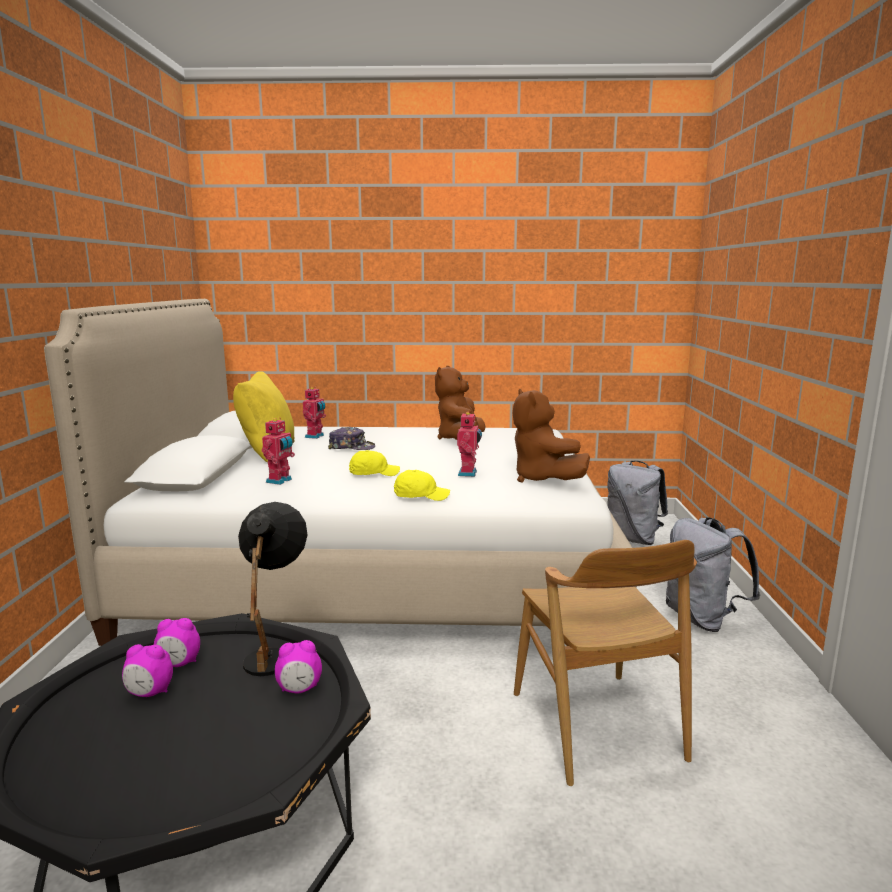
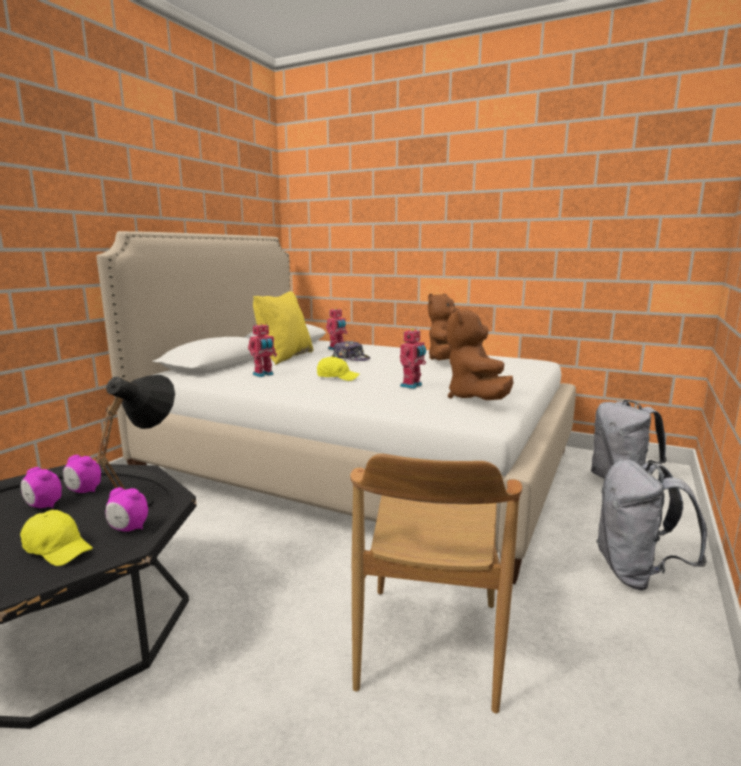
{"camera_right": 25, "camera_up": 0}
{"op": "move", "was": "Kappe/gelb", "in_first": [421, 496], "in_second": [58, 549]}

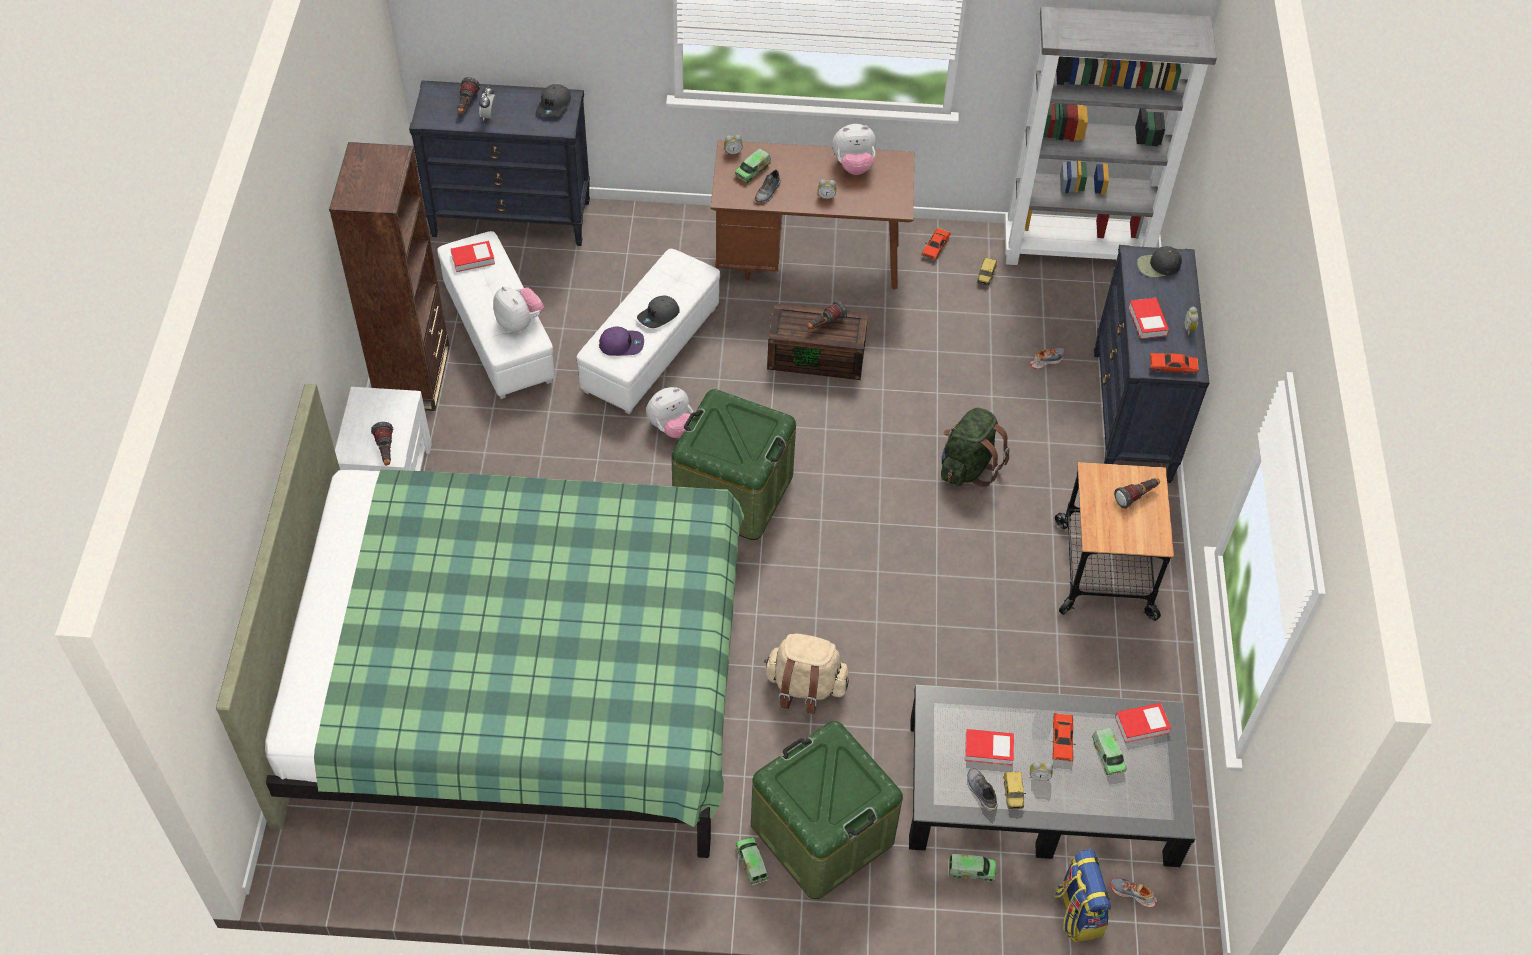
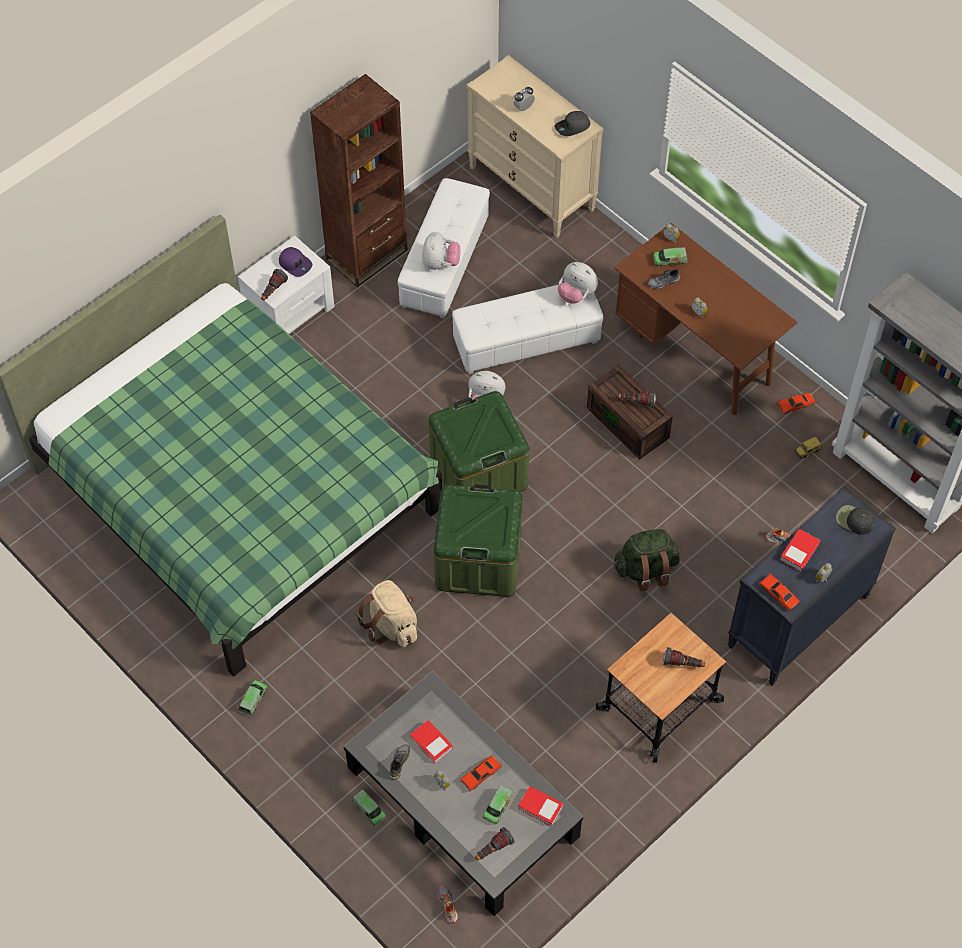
{"camera_right": 45, "camera_up": 5}
{"op": "move", "was": "Taschenlampe", "in_first": [466, 105], "in_second": [493, 849]}
{"op": "recolor", "was": "Kommode/schwarz", "now": "Kommode/beige", "in_first": [512, 218], "in_second": [532, 189]}
{"op": "move", "was": "Plüschtier", "in_first": [853, 166], "in_second": [576, 294]}
{"op": "delete", "was": "Buch", "in_first": [473, 259]}
{"op": "delete", "was": "Kappe/grau", "in_first": [659, 316]}
{"op": "move", "was": "Kappe/lila", "in_first": [621, 344], "in_second": [295, 264]}
{"op": "move", "was": "Aufbewahrungsbox/grün", "in_first": [822, 833], "in_second": [478, 560]}
{"op": "delete", "was": "Spielzeugauto", "in_first": [1013, 794]}
{"op": "delete", "was": "Rucksack", "in_first": [1078, 912]}

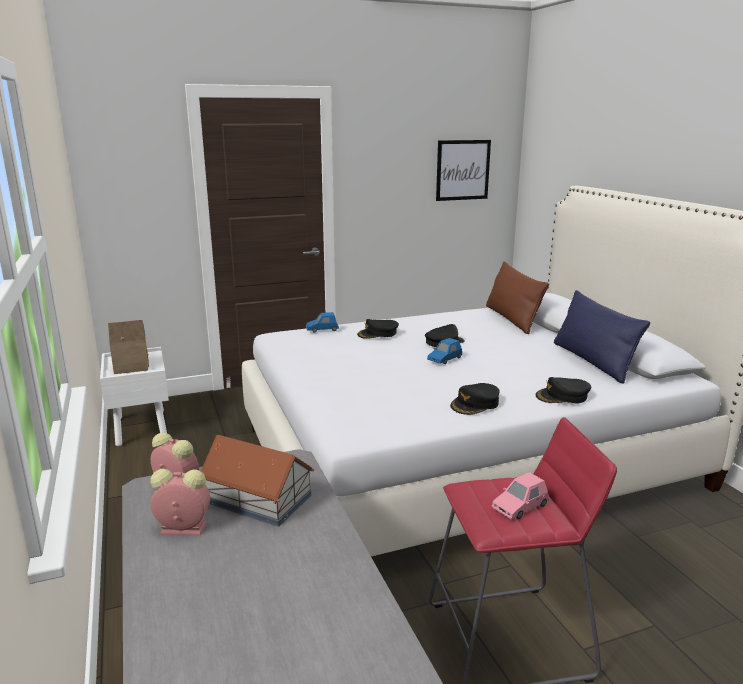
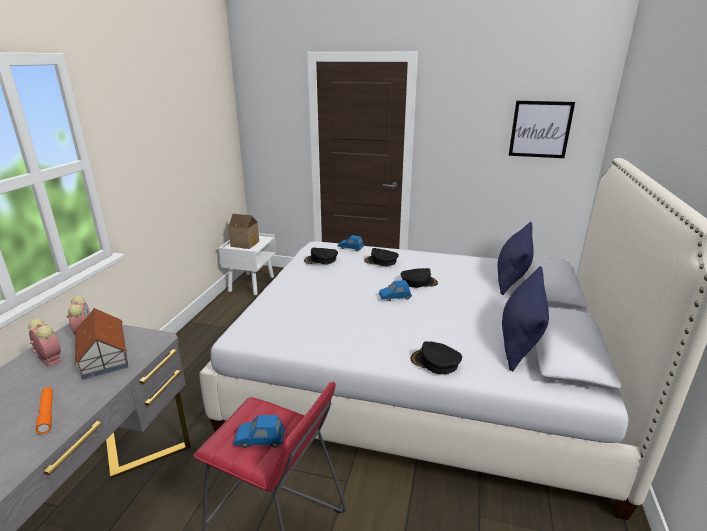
{"camera_right": 35, "camera_up": 5}
{"op": "recolor", "was": "Kissen/braun", "now": "Kissen/blau", "in_first": [511, 319], "in_second": [512, 276]}
{"op": "move", "was": "Kappe/schwarz", "in_first": [475, 404], "in_second": [321, 260]}
{"op": "recolor", "was": "Spielzeugauto/rosa", "now": "Spielzeugauto/blau", "in_first": [520, 507], "in_second": [259, 439]}
{"op": "insert", "now": "Taschenlampe/orange", "in_second": [47, 413]}

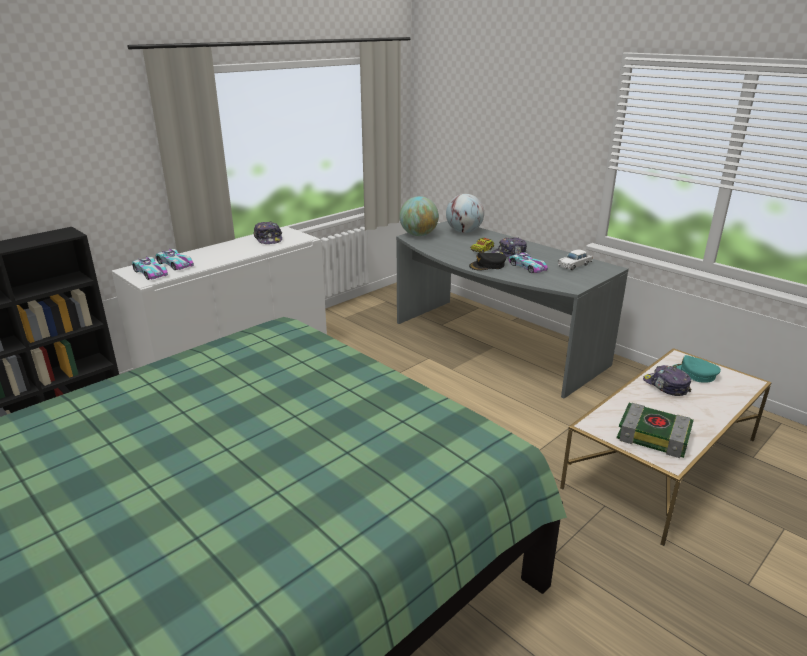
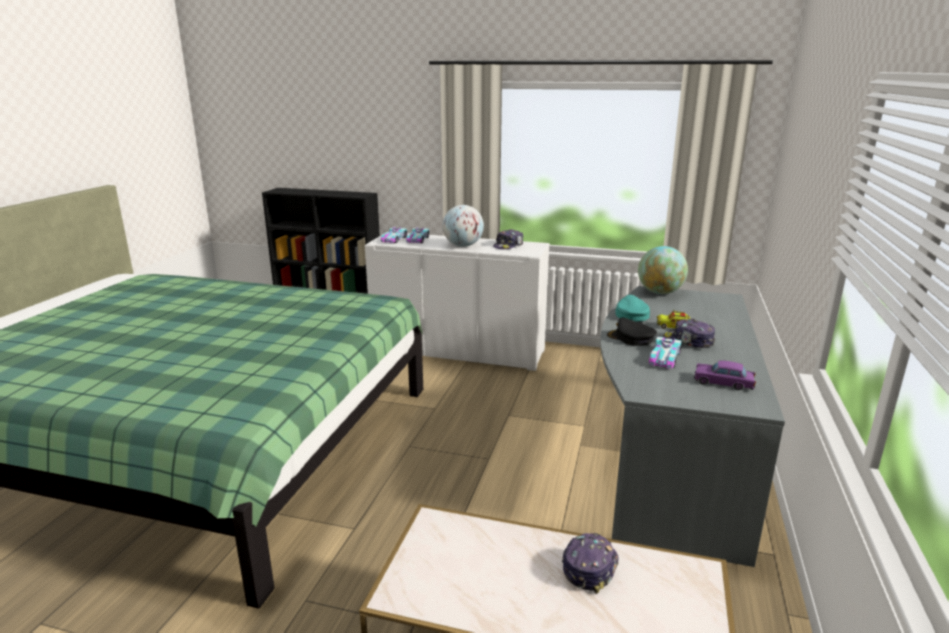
{"camera_right": 60, "camera_up": -5}
{"op": "move", "was": "Globus", "in_first": [464, 232], "in_second": [463, 246]}
{"op": "recolor", "was": "Spielzeugauto/weiß", "now": "Spielzeugauto/lila", "in_first": [574, 265], "in_second": [723, 383]}
{"op": "move", "was": "Kappe/türkis", "in_first": [693, 374], "in_second": [631, 314]}
{"op": "delete", "was": "Buch", "in_first": [655, 435]}

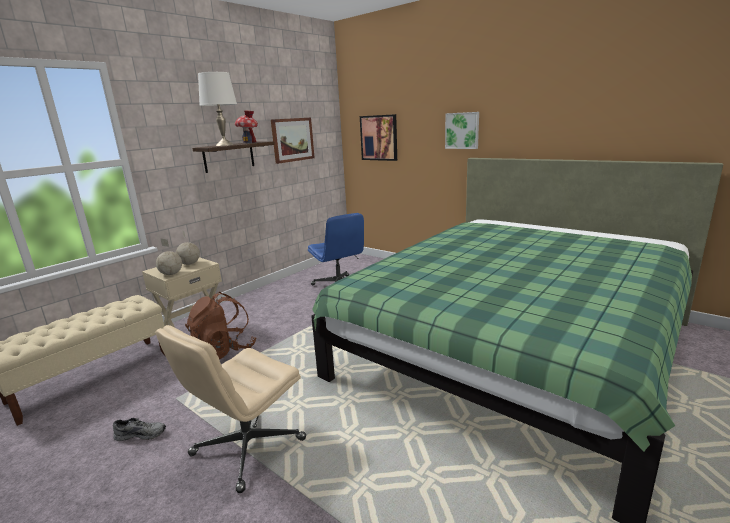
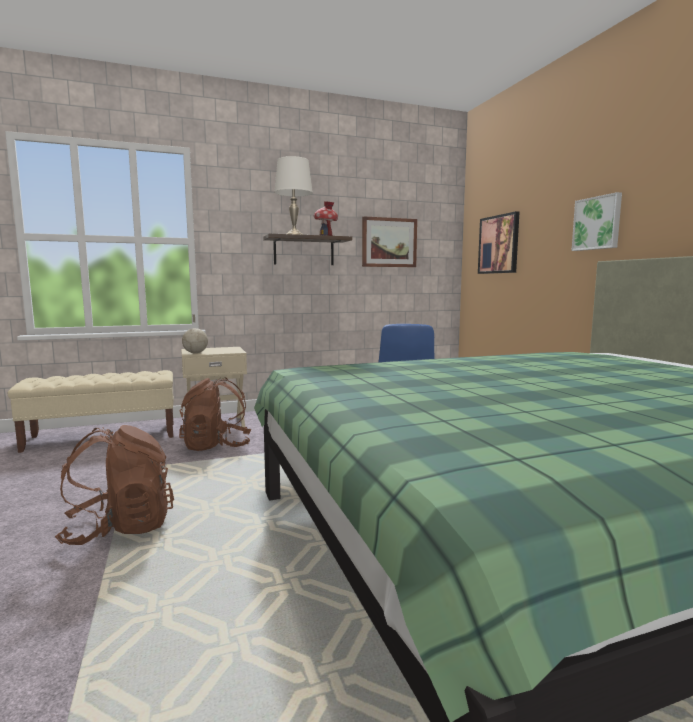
{"camera_right": 30, "camera_up": -10}
{"op": "delete", "was": "Globus", "in_first": [190, 264]}
{"op": "replace", "was": "Bürostuhl/beige", "now": "Rucksack/braun", "in_first": [247, 448], "in_second": [120, 529]}
{"op": "delete", "was": "Schuh/grau", "in_first": [141, 433]}

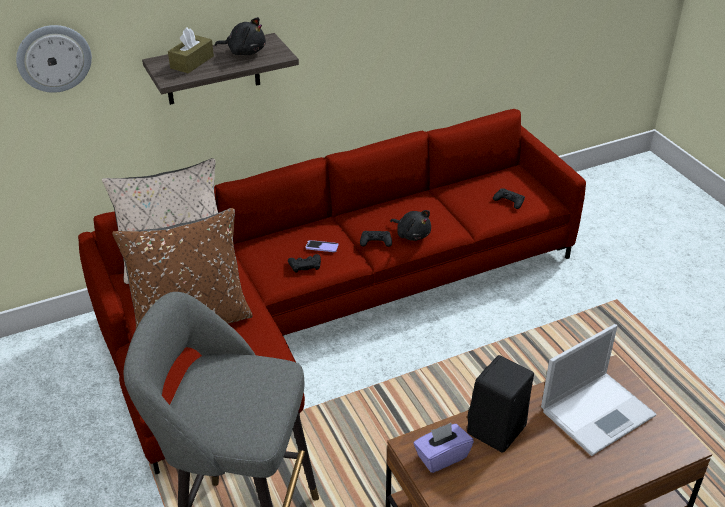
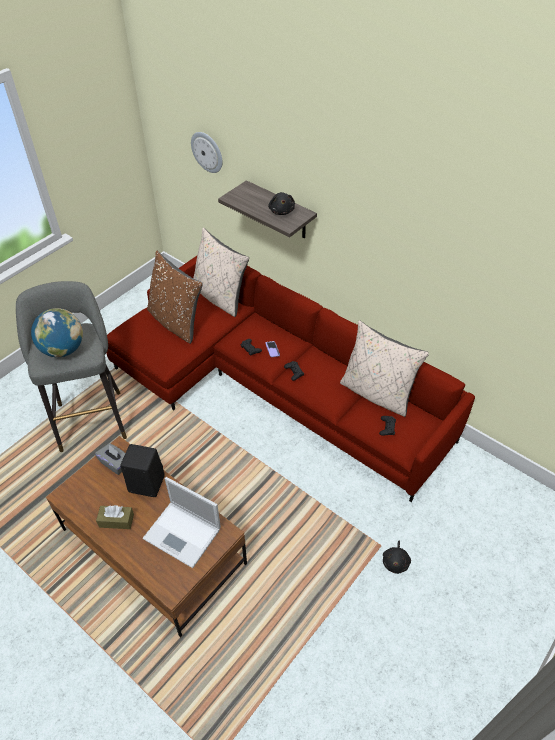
{"camera_right": 65, "camera_up": 10}
{"op": "move", "was": "Taschentuchbox/braun", "in_first": [192, 62], "in_second": [116, 520]}
{"op": "move", "was": "Plüschtier/schwarz", "in_first": [412, 234], "in_second": [395, 562]}
{"op": "recolor", "was": "Taschentuchbox/lila", "now": "Taschentuchbox/grau", "in_first": [441, 456], "in_second": [115, 464]}
{"op": "insert", "now": "Globus", "in_second": [63, 349]}
{"op": "insert", "now": "Kissen/beige", "in_second": [377, 393]}

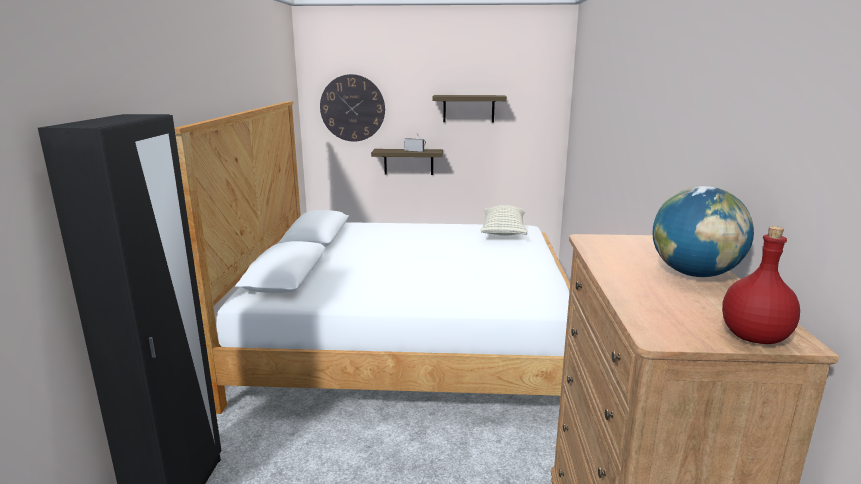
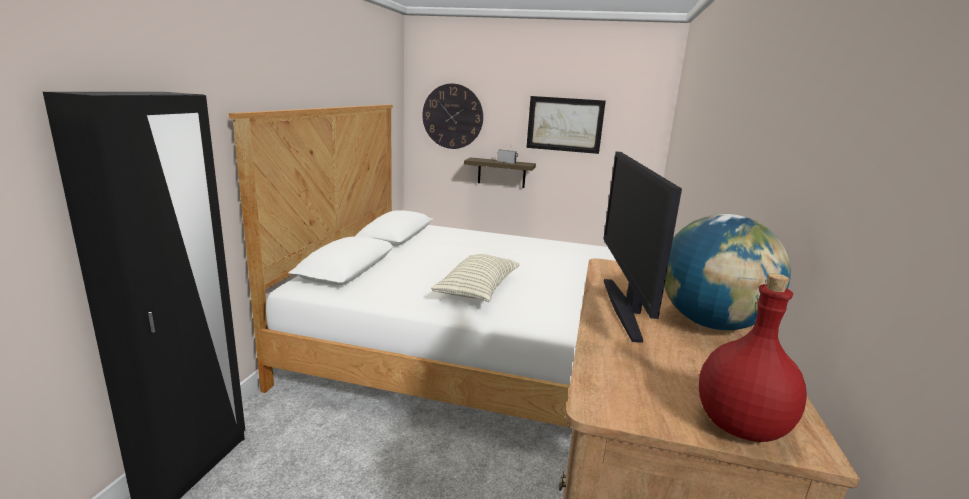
{"camera_right": 10, "camera_up": 0}
{"op": "replace", "was": "Wandregal", "now": "Bild", "in_first": [468, 108], "in_second": [565, 124]}
{"op": "move", "was": "Kissen", "in_first": [503, 232], "in_second": [477, 290]}
{"op": "insert", "now": "Monitor", "in_second": [625, 308]}

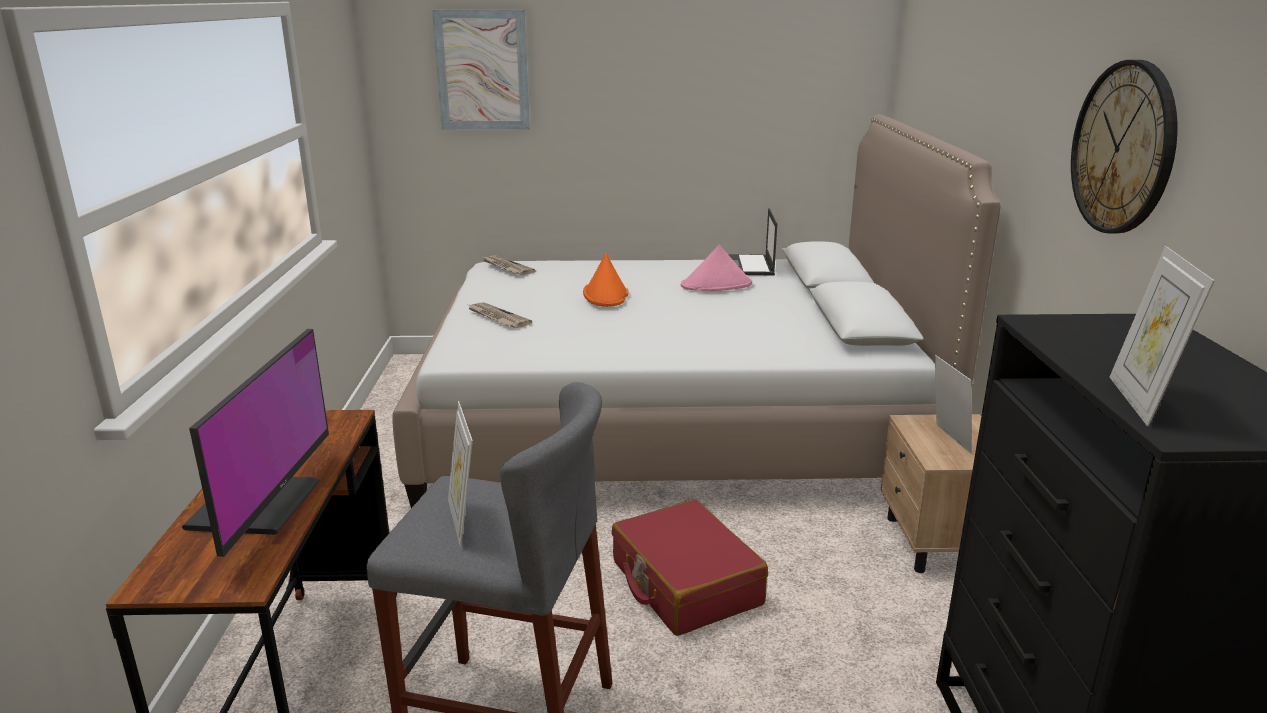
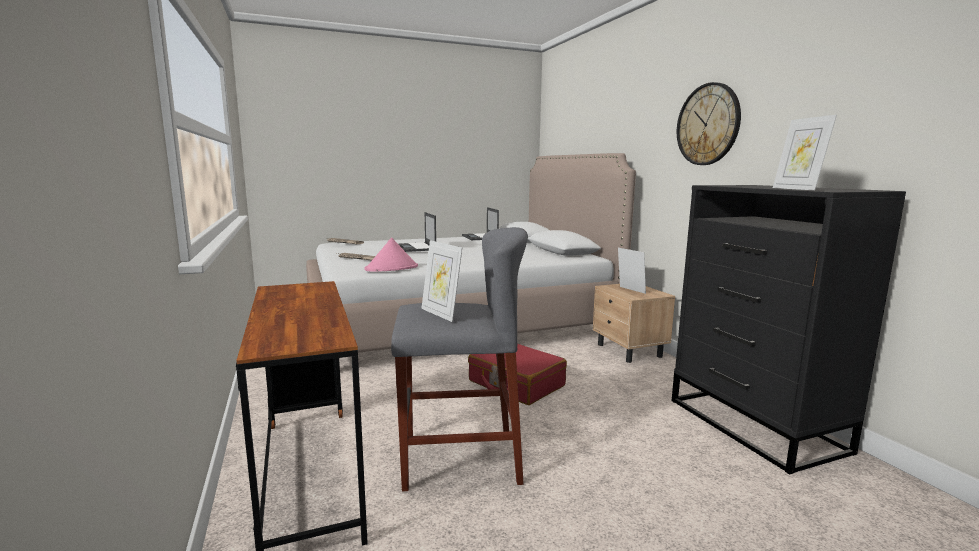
{"camera_right": -20, "camera_up": -10}
{"op": "delete", "was": "Bild", "in_first": [482, 70]}
{"op": "move", "was": "Hut/rosa", "in_first": [716, 285], "in_second": [392, 268]}
{"op": "replace", "was": "Hut/orange", "now": "Laptop", "in_first": [606, 294], "in_second": [415, 248]}
{"op": "delete", "was": "Monitor", "in_first": [258, 505]}

